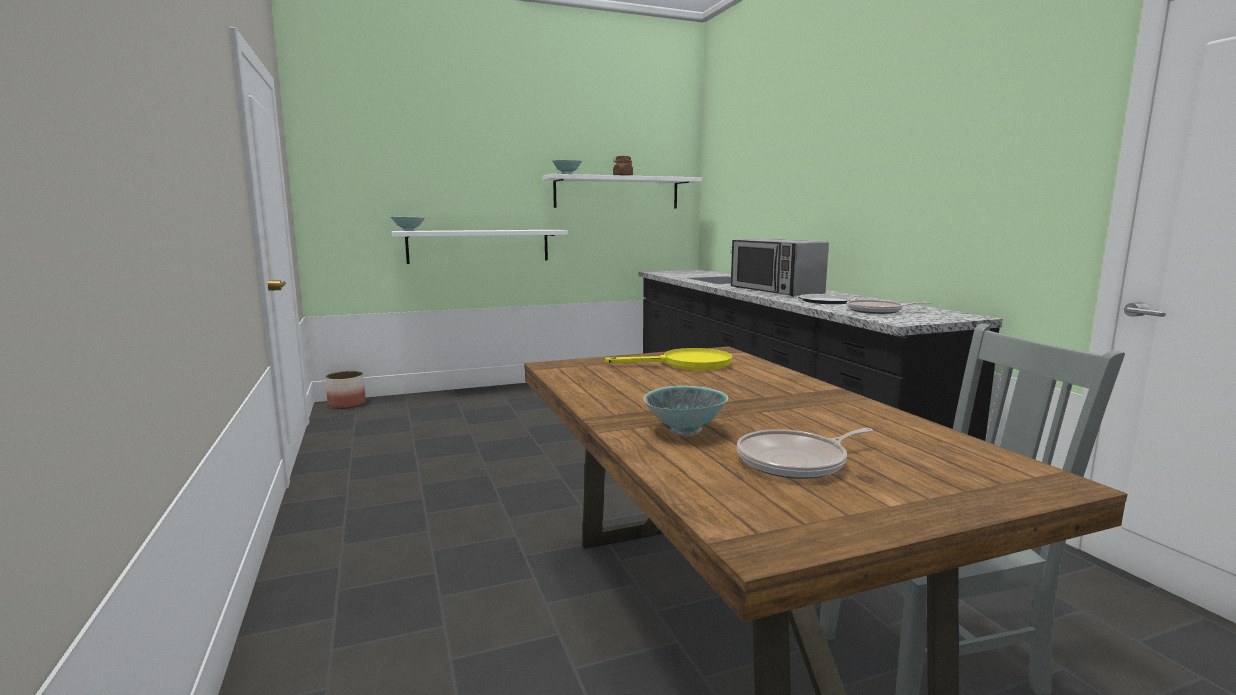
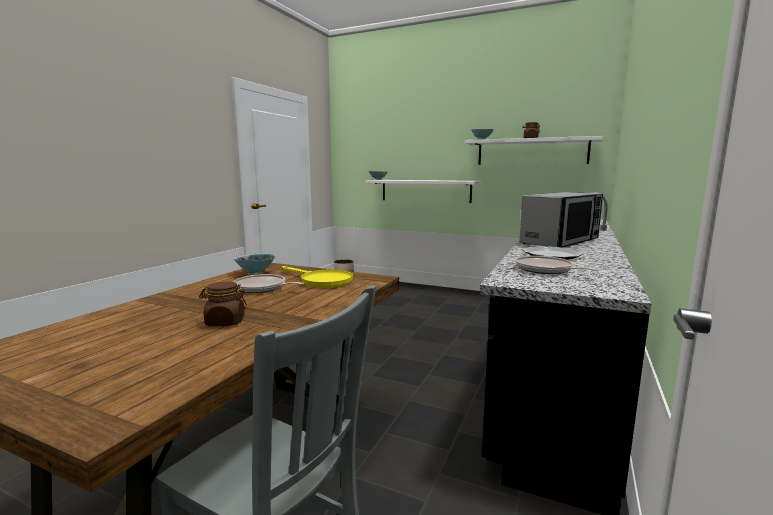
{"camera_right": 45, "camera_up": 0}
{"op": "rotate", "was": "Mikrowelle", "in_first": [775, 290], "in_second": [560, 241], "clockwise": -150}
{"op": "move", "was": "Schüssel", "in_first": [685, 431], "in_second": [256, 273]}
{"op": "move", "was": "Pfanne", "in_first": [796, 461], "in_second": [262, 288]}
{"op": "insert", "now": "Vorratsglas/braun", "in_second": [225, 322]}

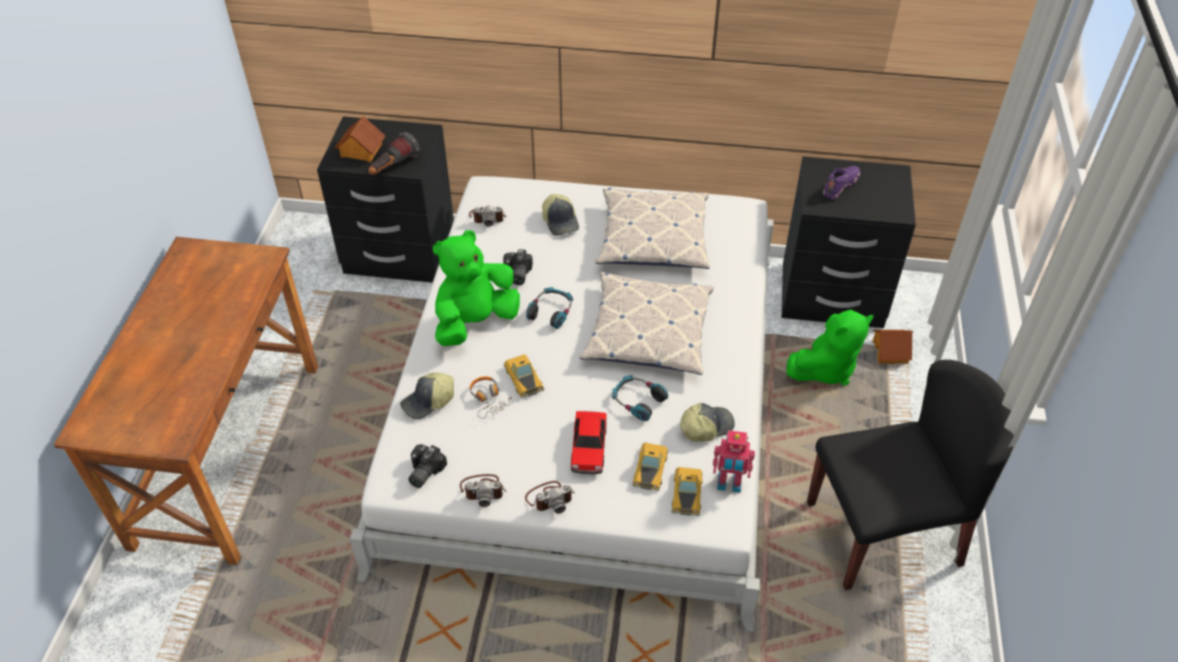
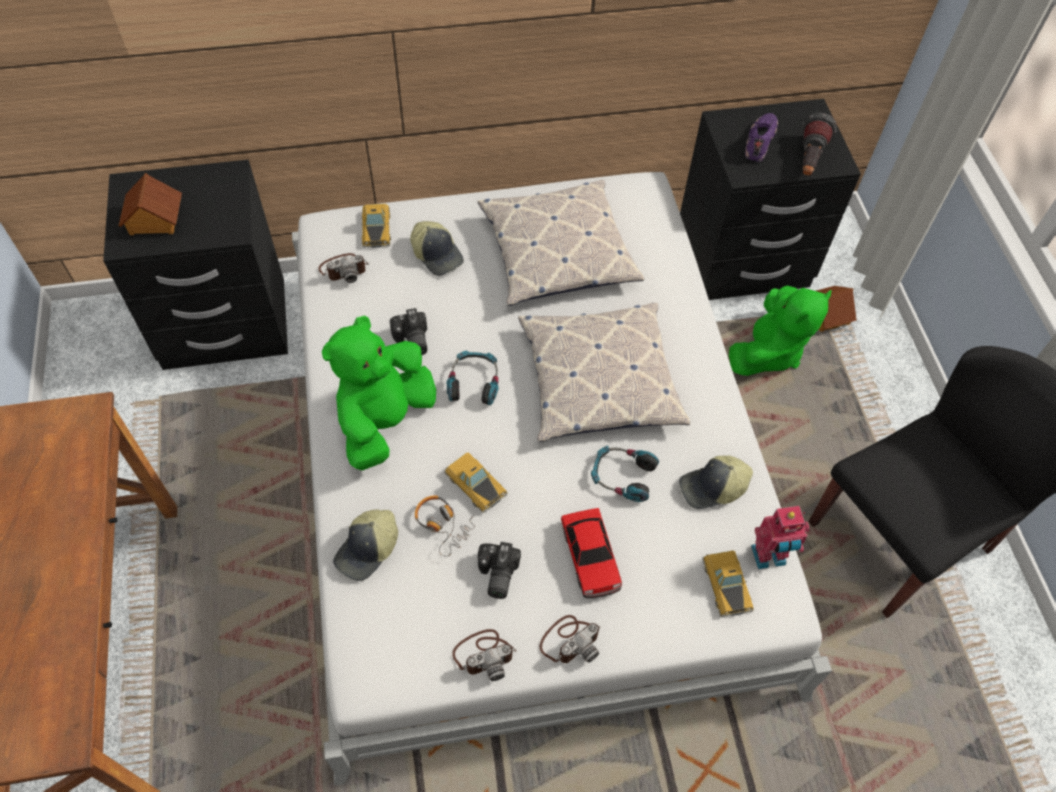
{"camera_right": -20, "camera_up": 10}
{"op": "move", "was": "Taschenlampe", "in_first": [393, 167], "in_second": [809, 160]}
{"op": "rotate", "was": "Kappe", "in_first": [705, 426], "in_second": [713, 488], "clockwise": -150}
{"op": "move", "was": "Spielzeugauto", "in_first": [650, 468], "in_second": [376, 228]}
{"op": "move", "was": "Kamera", "in_first": [423, 472], "in_second": [496, 575]}

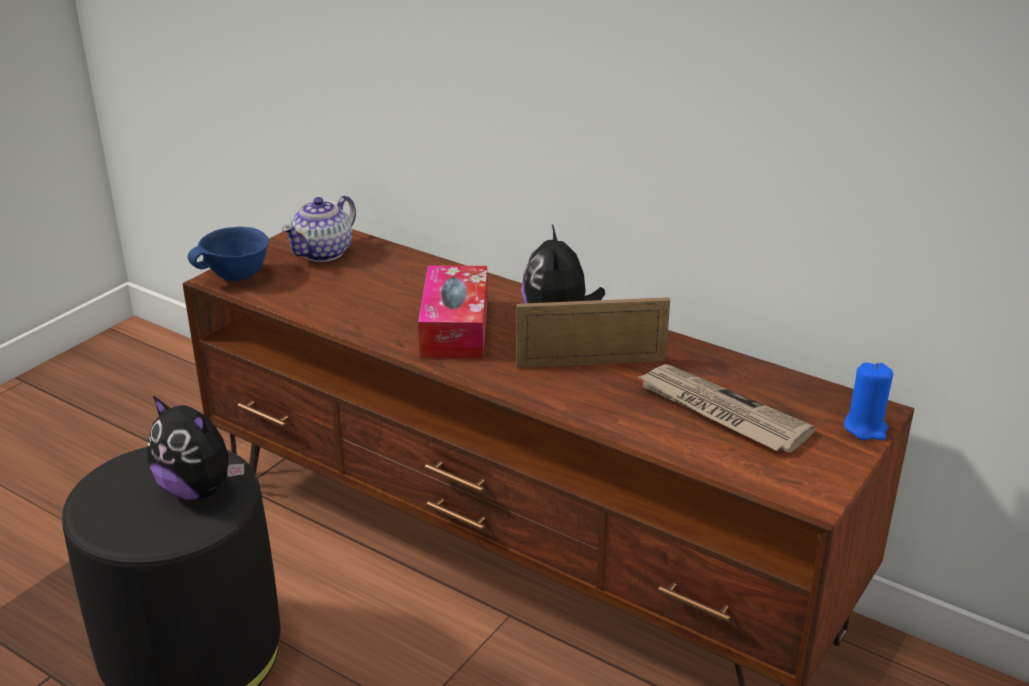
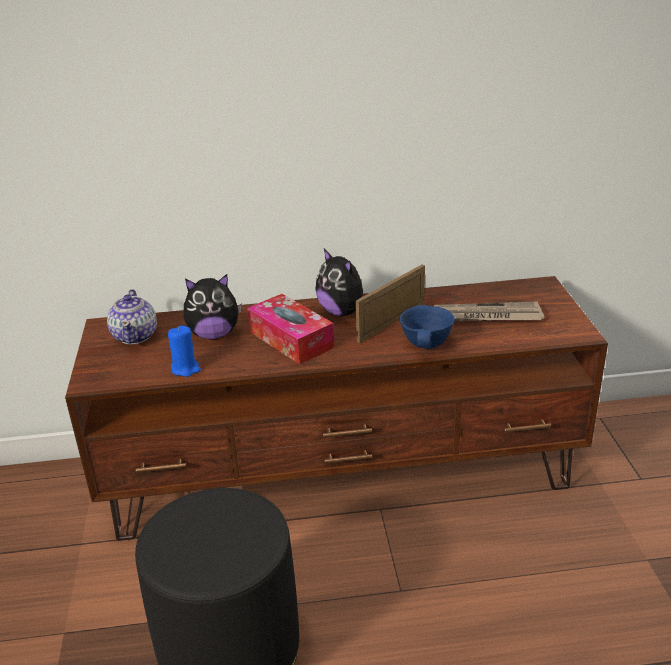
{"camera_right": -40, "camera_up": 0}
{"op": "move", "was": "Schüssel/blau", "in_first": [236, 277], "in_second": [427, 345]}
{"op": "move", "was": "Kerze/blau", "in_first": [865, 428], "in_second": [185, 369]}
{"op": "move", "was": "Plüschtier", "in_first": [198, 490], "in_second": [214, 334]}

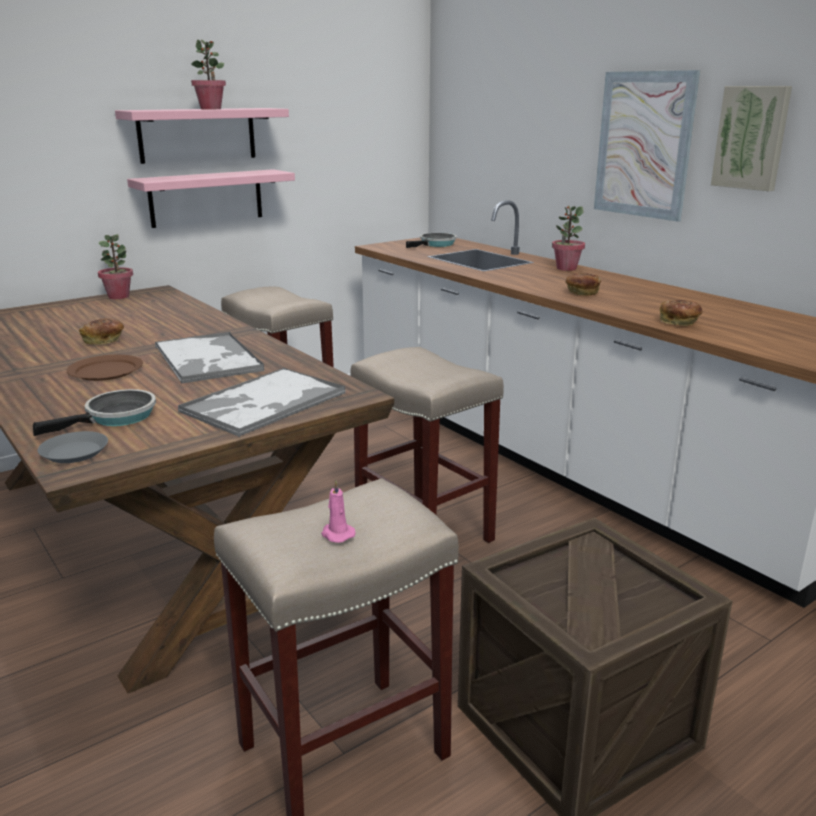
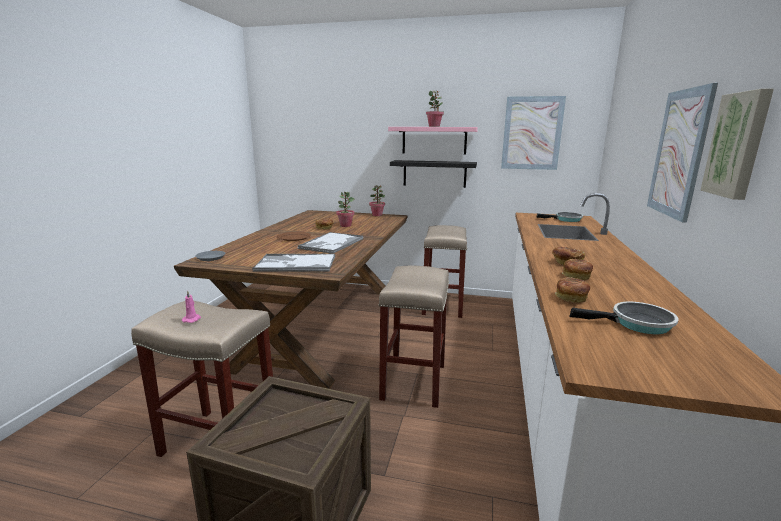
{"camera_right": 50, "camera_up": -5}
{"op": "recolor", "was": "Wandregal/rosa", "now": "Wandregal/schwarz", "in_first": [206, 198], "in_second": [434, 173]}
{"op": "move", "was": "Topfpflanze", "in_first": [566, 268], "in_second": [345, 225]}
{"op": "move", "was": "Pfanne", "in_first": [116, 417], "in_second": [636, 324]}
{"op": "insert", "now": "Bild", "in_second": [532, 133]}
{"op": "insert", "now": "Brot", "in_second": [576, 276]}

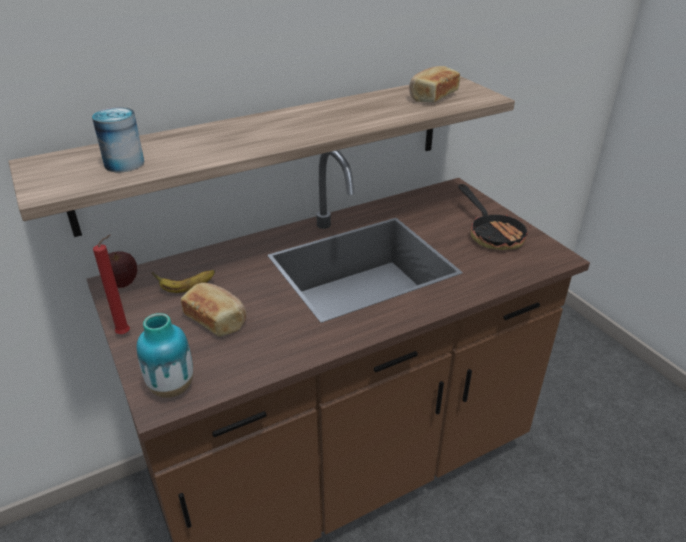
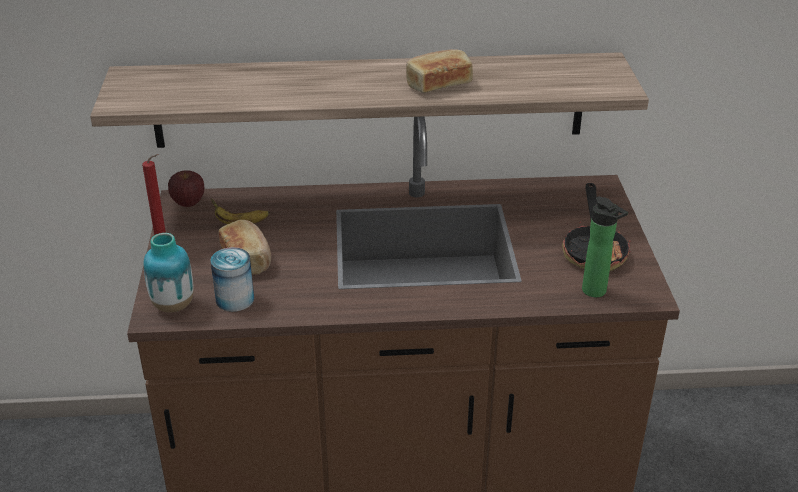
{"camera_right": 25, "camera_up": 0}
{"op": "move", "was": "Brot", "in_first": [432, 96], "in_second": [438, 84]}
{"op": "move", "was": "Dose", "in_first": [124, 163], "in_second": [235, 299]}
{"op": "insert", "now": "Flasche", "in_second": [597, 292]}

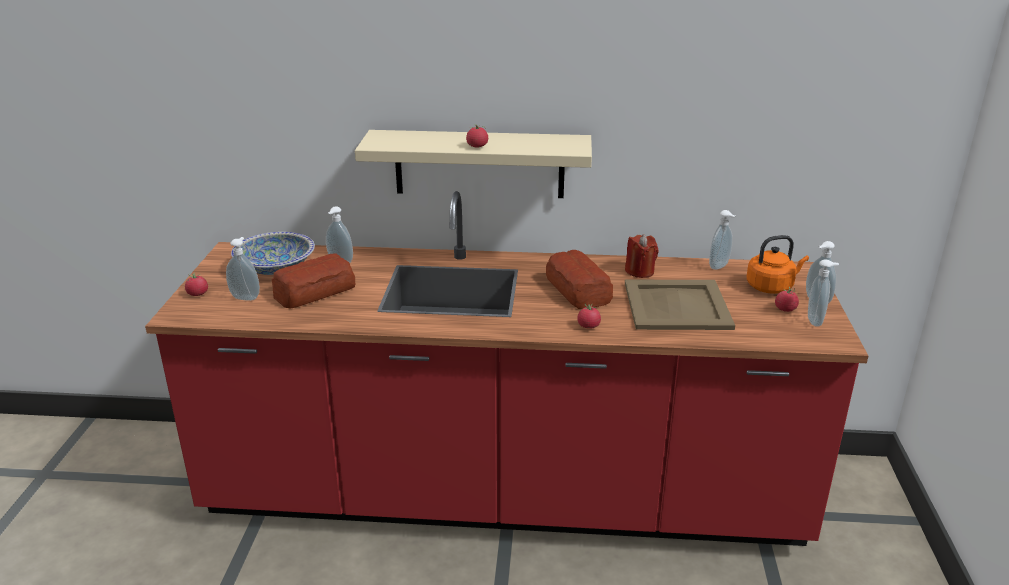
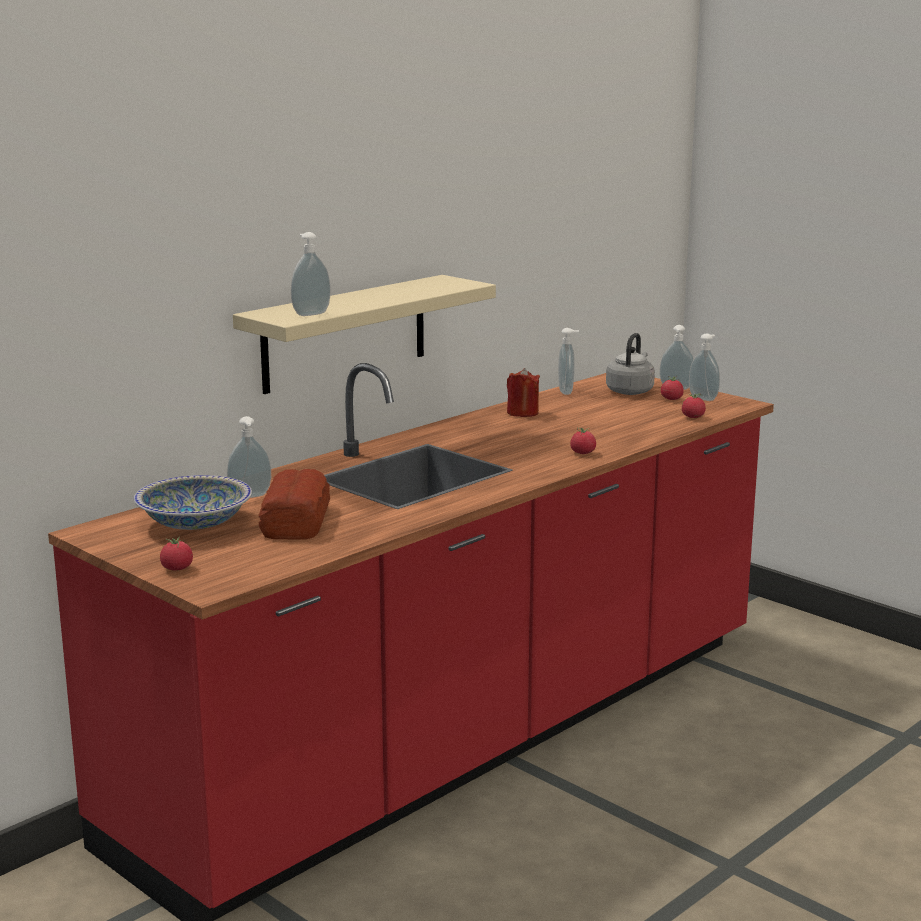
{"camera_right": -50, "camera_up": -10}
{"op": "move", "was": "Tomate", "in_first": [477, 146], "in_second": [693, 417]}
{"op": "recolor", "was": "Wasserkessel/orange", "now": "Wasserkessel/grau", "in_first": [771, 287], "in_second": [630, 391]}
{"op": "move", "was": "Seifenspender", "in_first": [246, 297], "in_second": [310, 313]}
{"op": "delete", "was": "Brot", "in_first": [578, 290]}
{"op": "delete", "was": "Tablett/beige", "in_first": [678, 306]}

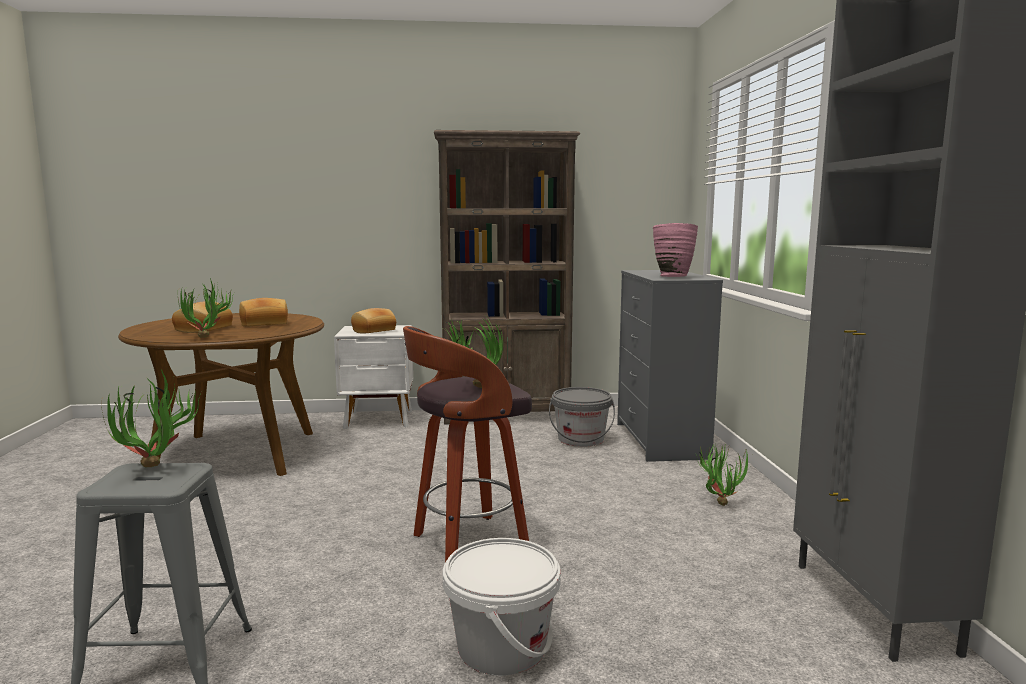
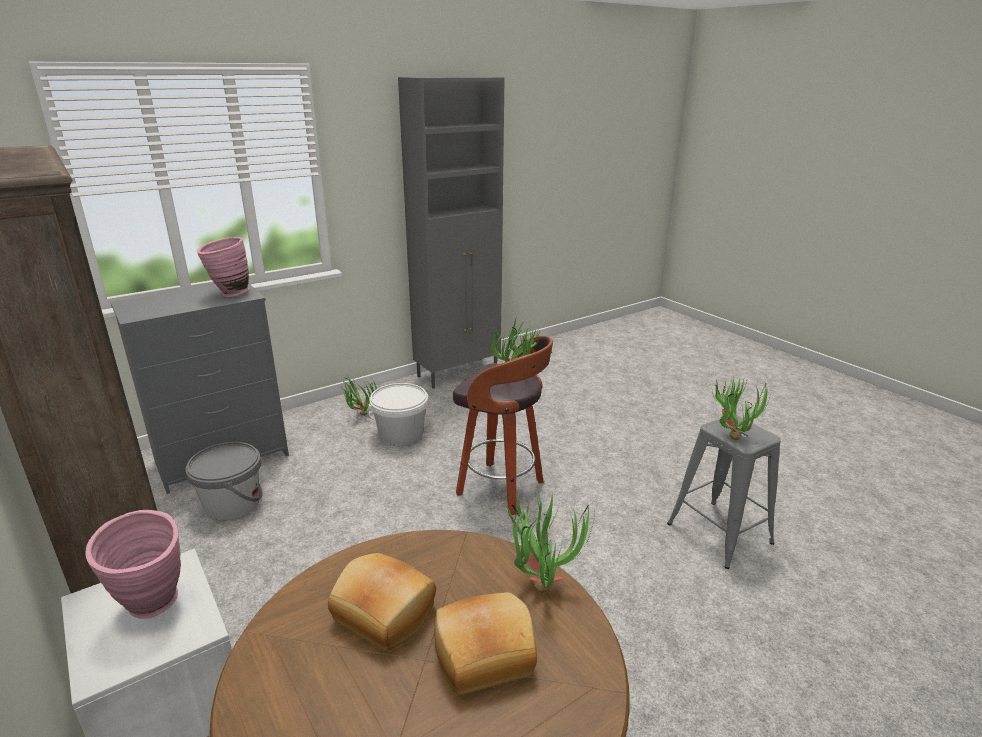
{"camera_right": -120, "camera_up": 15}
{"op": "replace", "was": "Brot", "now": "Vase/rosa", "in_first": [374, 331], "in_second": [155, 608]}
{"op": "move", "was": "Eimer/weiß", "in_first": [502, 647], "in_second": [401, 434]}

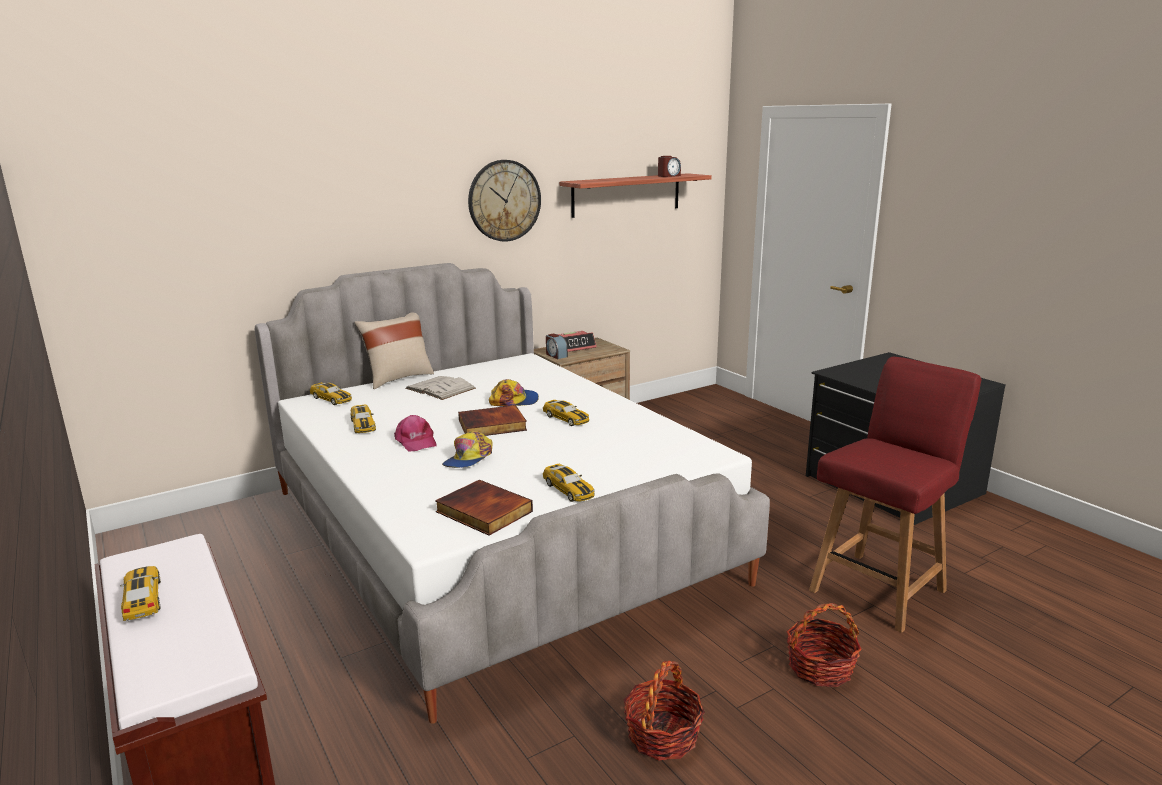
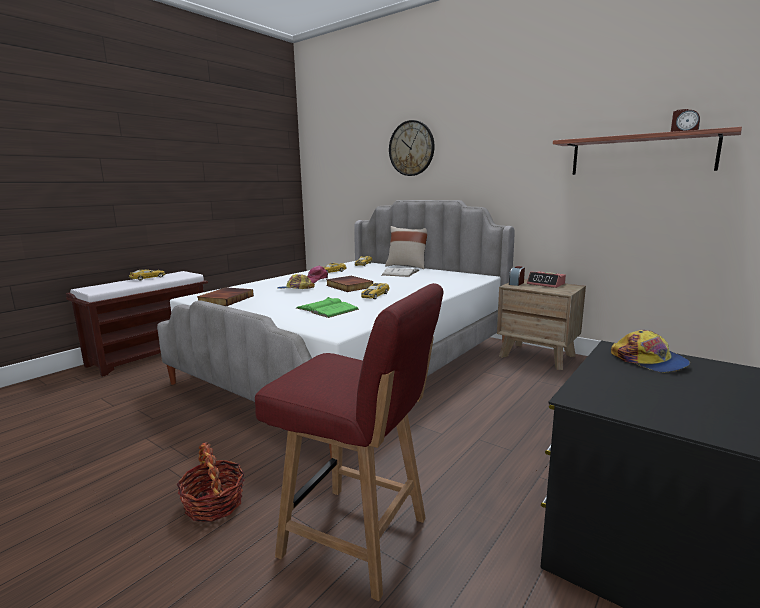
{"camera_right": 70, "camera_up": -5}
{"op": "move", "was": "Wanduhr", "in_first": [504, 200], "in_second": [411, 148]}
{"op": "move", "was": "Kappe", "in_first": [514, 400], "in_second": [649, 361]}
{"op": "delete", "was": "Spielzeugauto", "in_first": [569, 490]}
{"op": "delete", "was": "Korb", "in_first": [662, 735]}
{"op": "insert", "now": "Buch/grün", "in_second": [327, 309]}

